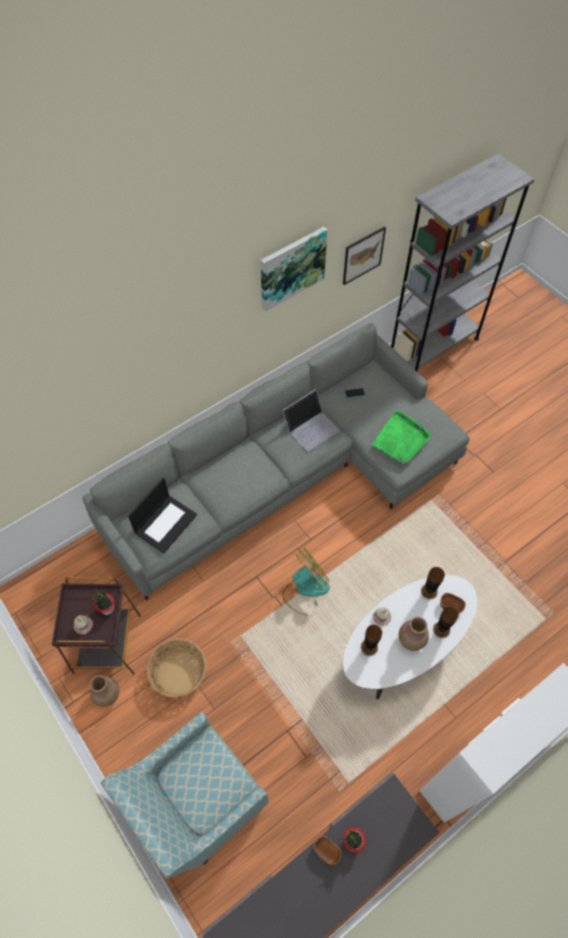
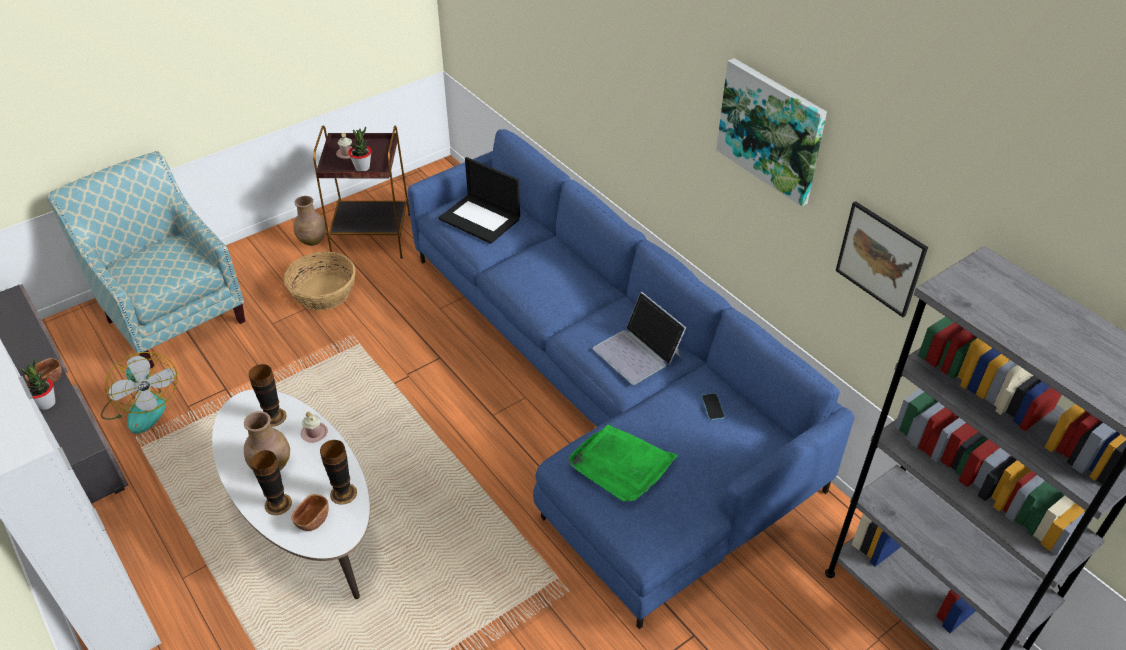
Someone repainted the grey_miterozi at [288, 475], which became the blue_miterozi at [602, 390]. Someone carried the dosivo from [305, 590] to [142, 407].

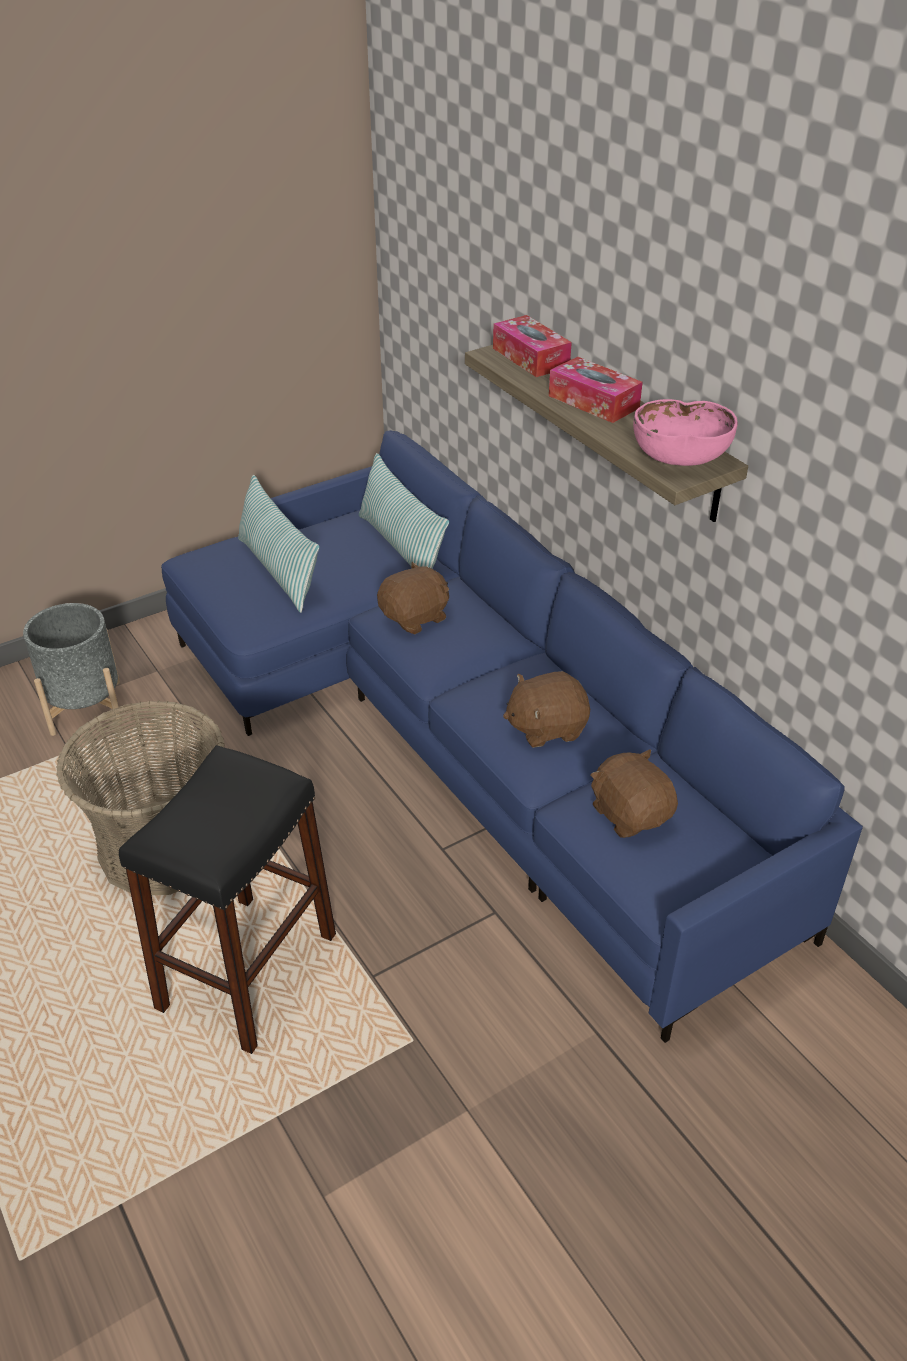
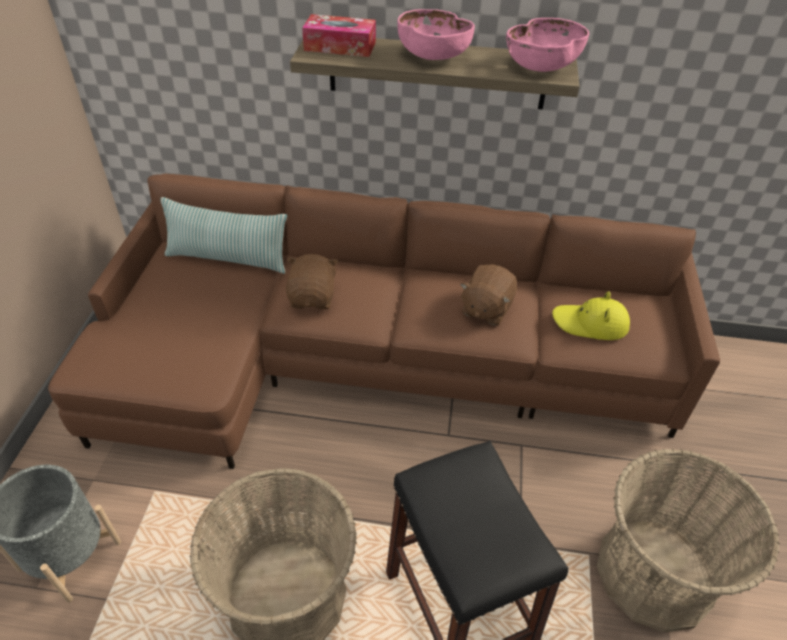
Someone swapped the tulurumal at [593, 402] for the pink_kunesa at [432, 56]. Someone repainted the blue_miterozi at [464, 739], which became the brown_miterozi at [369, 362]. Someone took away the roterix at [279, 571]. Someone swapped the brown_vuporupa at [630, 814] for the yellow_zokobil at [590, 323]. Someone put down the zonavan at [655, 573].

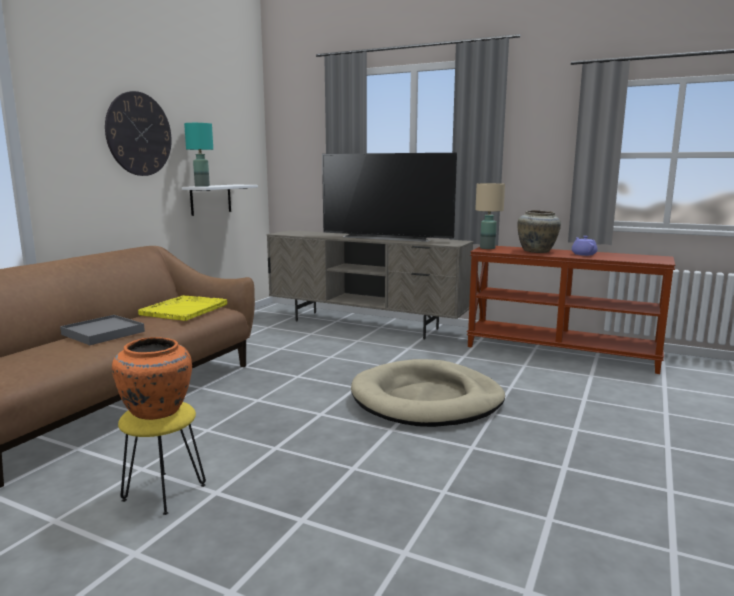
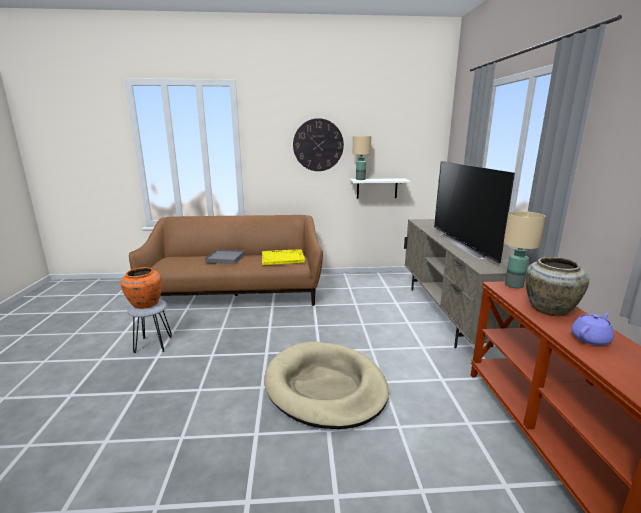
Someone repainted the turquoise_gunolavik at [201, 186], which became the beige_gunolavik at [360, 179]. Someone repainted the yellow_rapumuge at [164, 492], which became the grey_rapumuge at [153, 344].

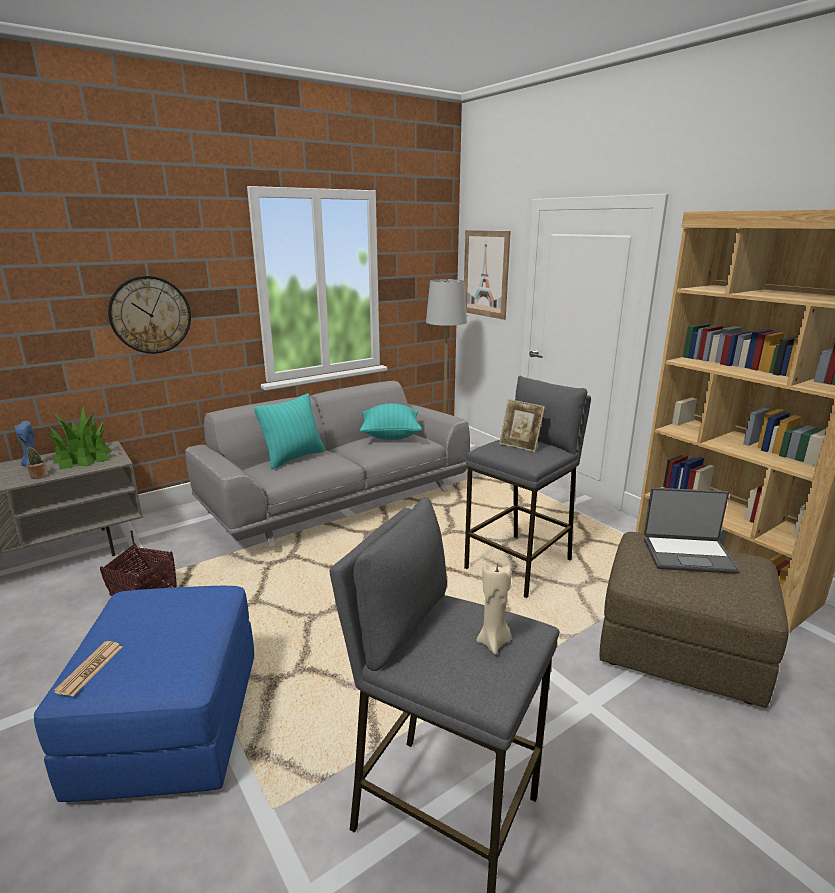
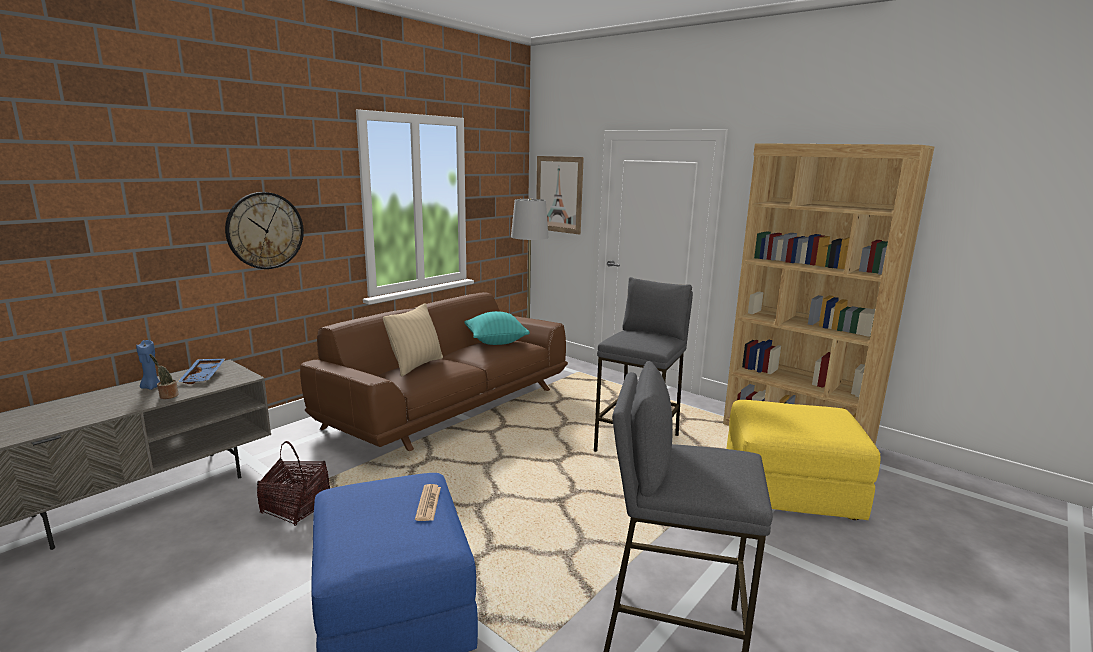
Someone repainted the grey_miterozi at [337, 501], which became the brown_miterozi at [447, 408]. Someone repainted the turquoise_roterix at [293, 458], which became the beige_roterix at [416, 365]. Someone took away the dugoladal at [520, 446]. Someone swapped the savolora at [83, 457] for the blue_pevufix at [204, 376]. Someone took away the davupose at [687, 555]. Someone repainted the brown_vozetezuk at [680, 649], which became the yellow_vozetezuk at [790, 490]. Someone took away the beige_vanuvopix at [494, 642]. Someone carried the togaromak from [90, 668] to [428, 503].

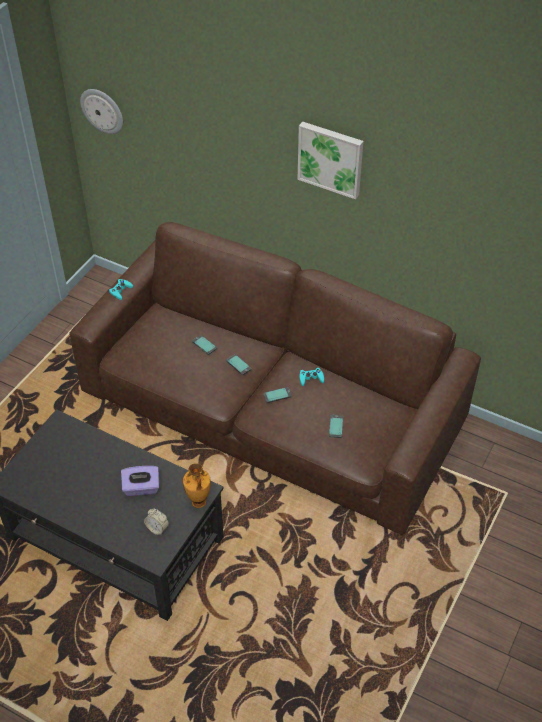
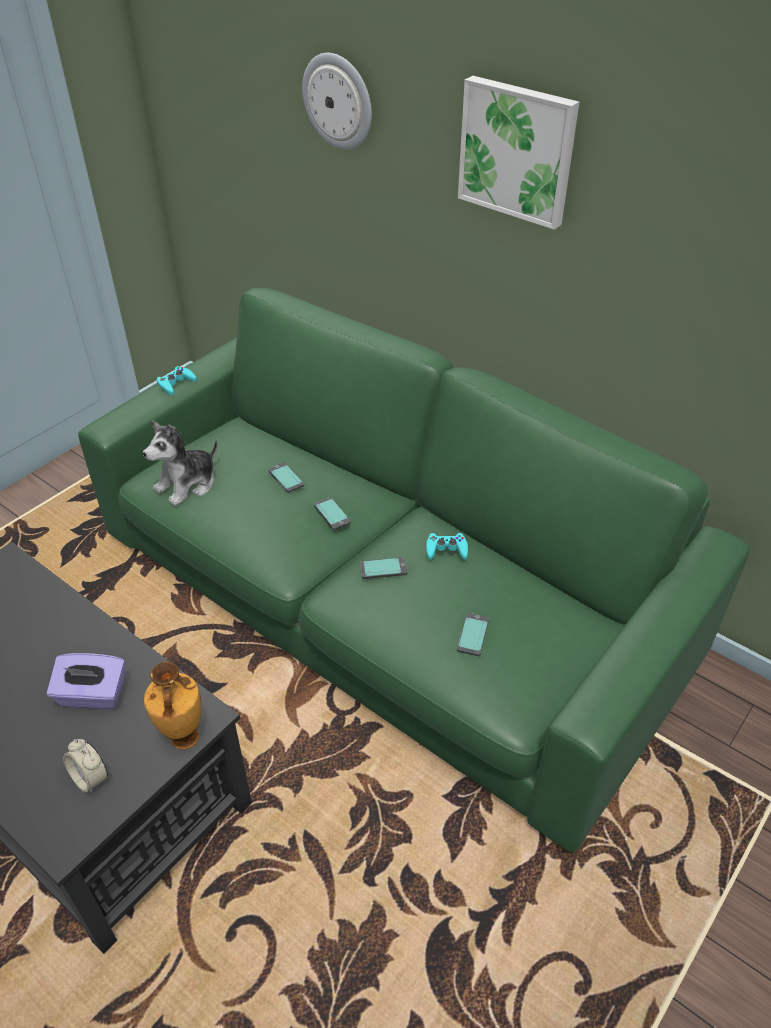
Someone carried the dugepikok from [102, 110] to [338, 101]. Someone repainted the brown_miterozi at [271, 407], which became the green_miterozi at [386, 596]. Someone put down the vuporupa at [187, 484].

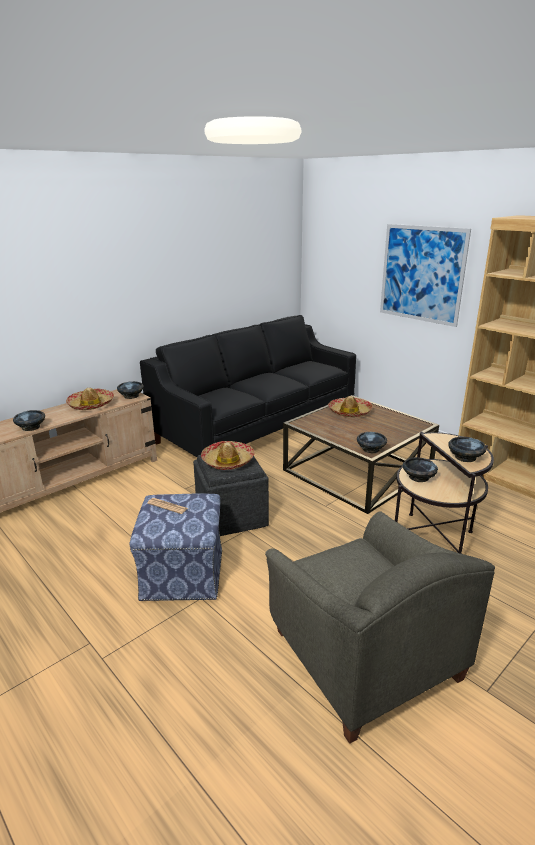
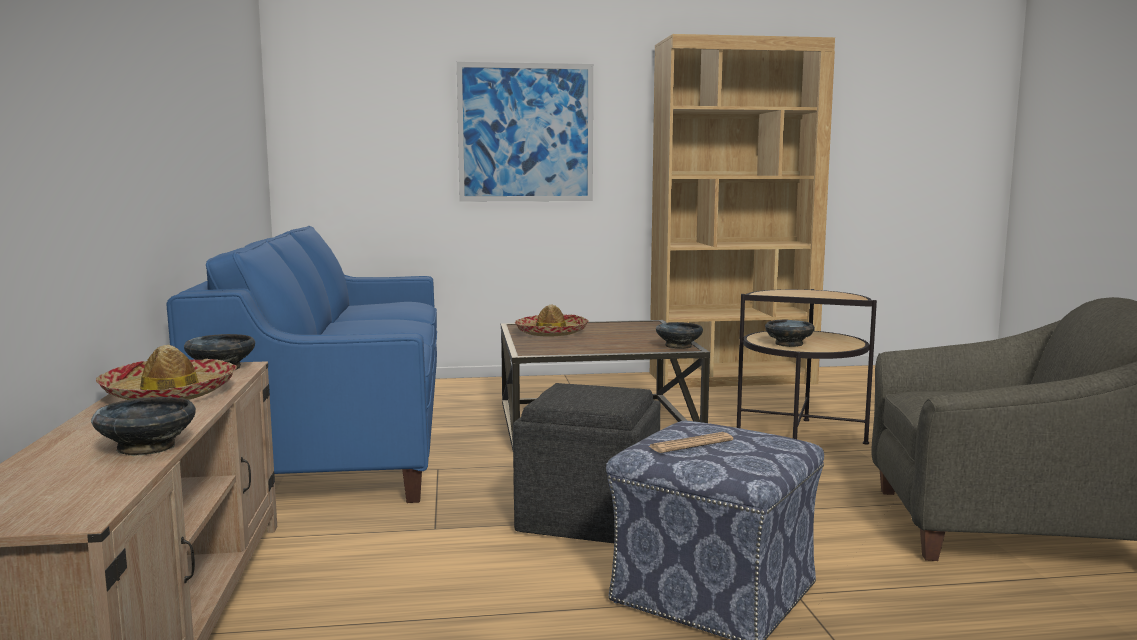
Someone repainted the black_miterozi at [257, 426], which became the blue_miterozi at [341, 433]. Someone took away the black_kunesa at [465, 457]. Someone took away the zokobil at [228, 461].

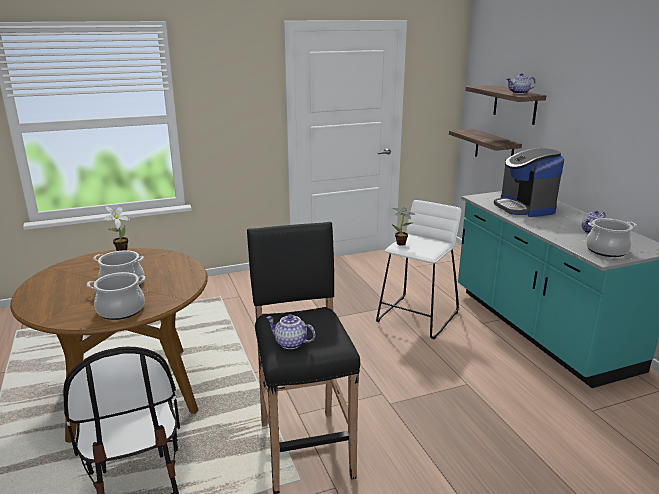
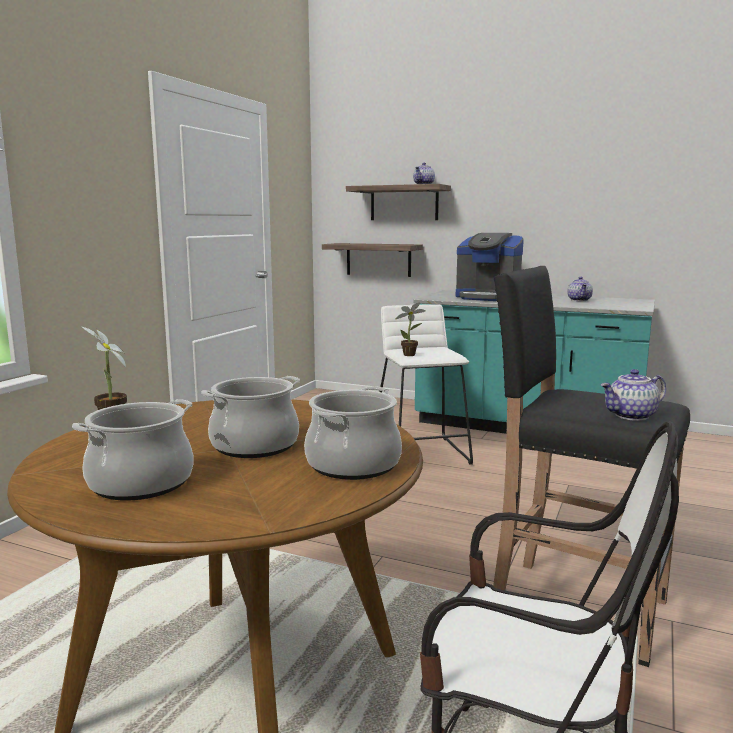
Someone carried the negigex from [606, 250] to [141, 483].

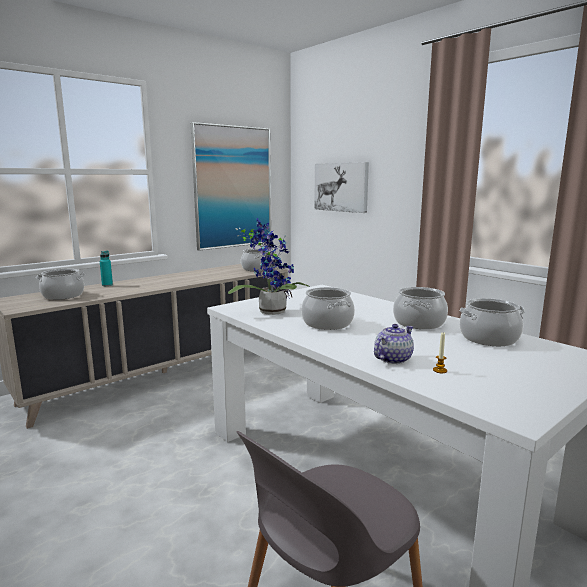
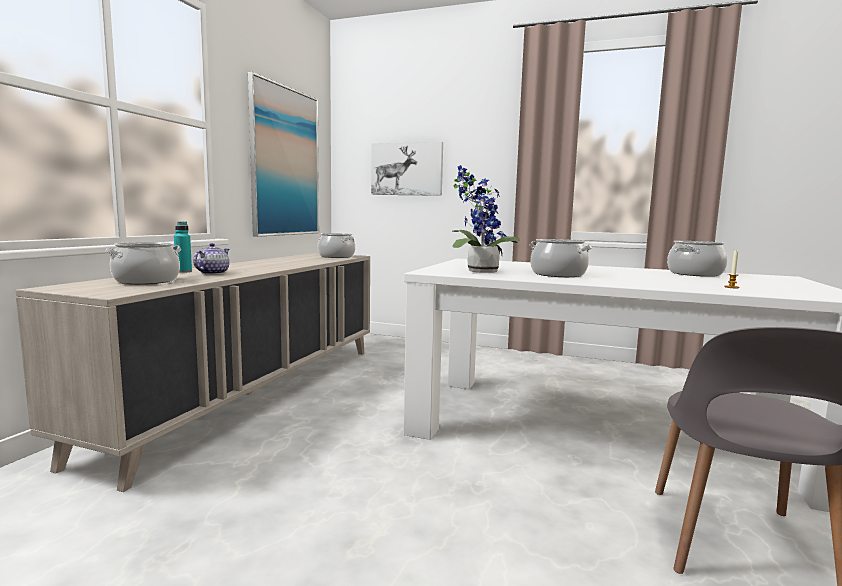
Someone took away the negigex at [419, 323]. Someone carried the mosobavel from [392, 359] to [212, 273].

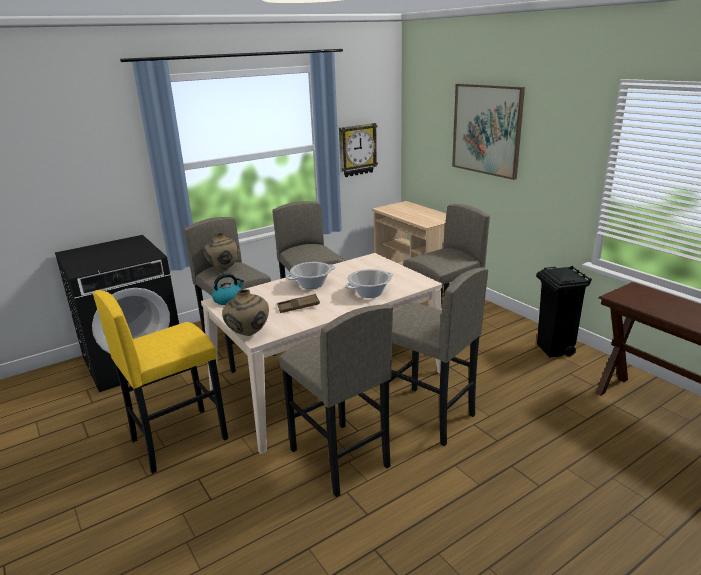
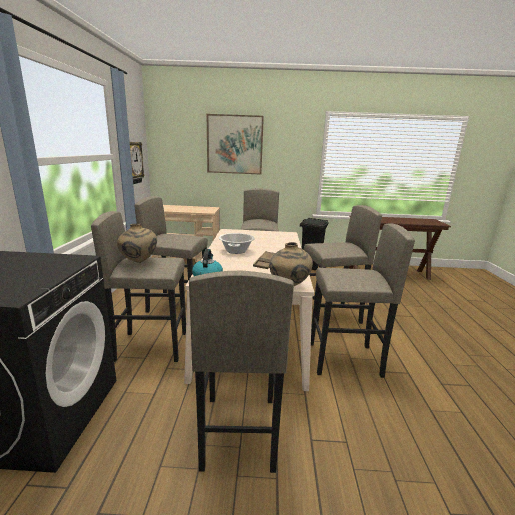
Someone took away the negigex at [369, 293]. Someone repainted the yellow_rapumuge at [179, 439], which became the grey_rapumuge at [238, 432].

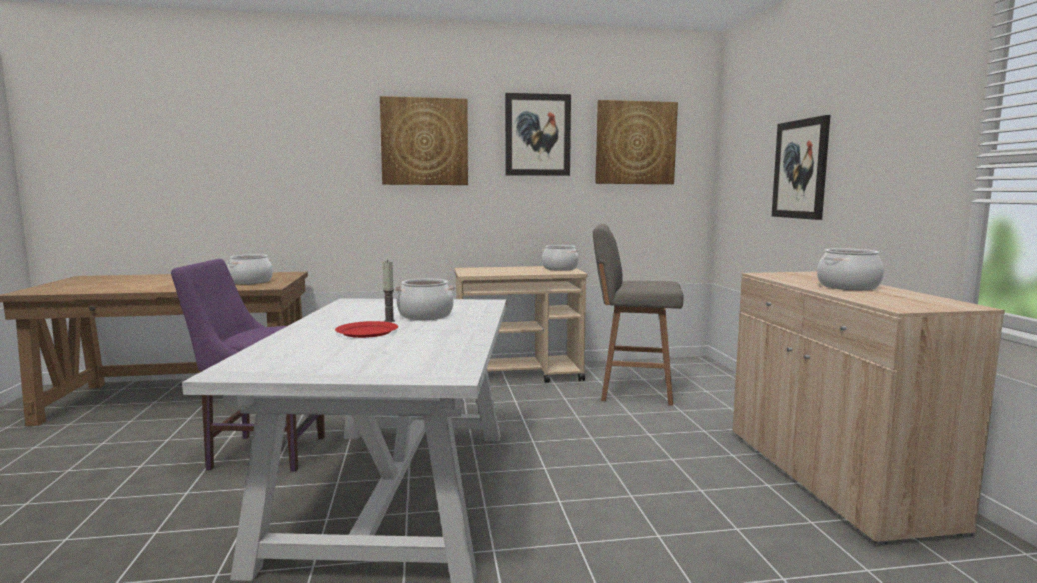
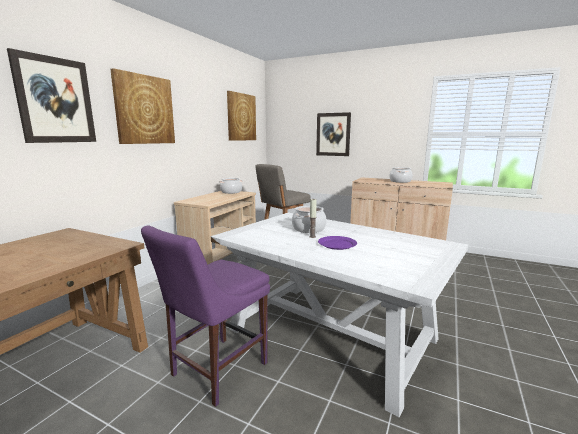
Someone carried the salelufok from [537, 135] to [55, 100]. Someone took away the negigex at [250, 282]. Someone repainted the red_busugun at [367, 332], which became the purple_busugun at [337, 244].

